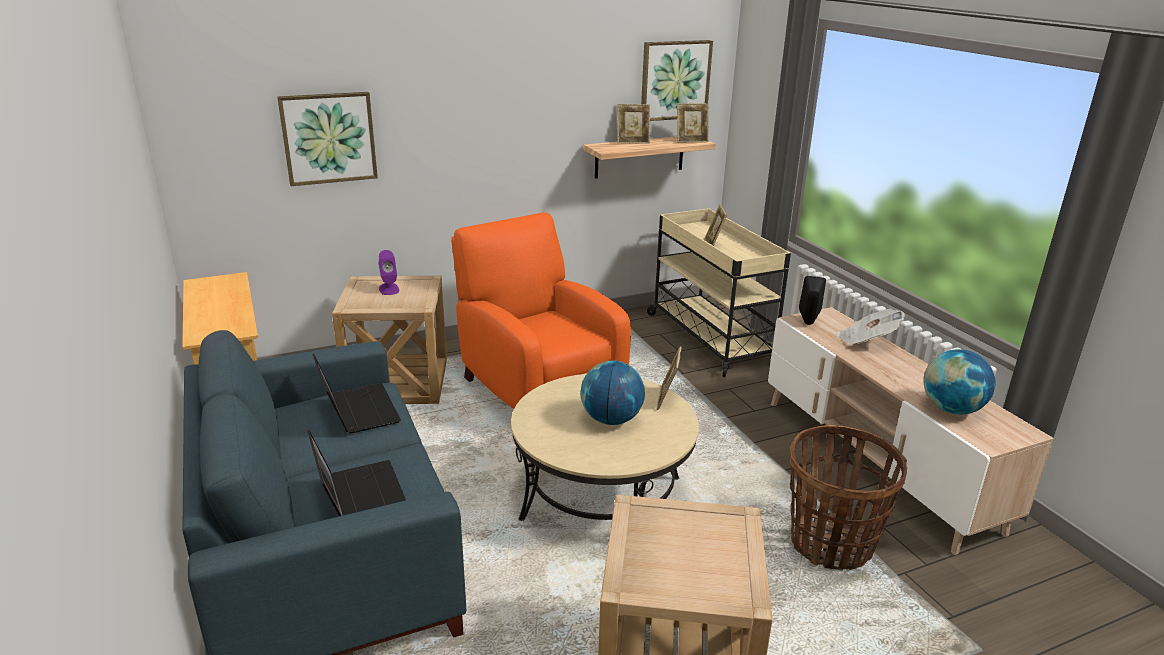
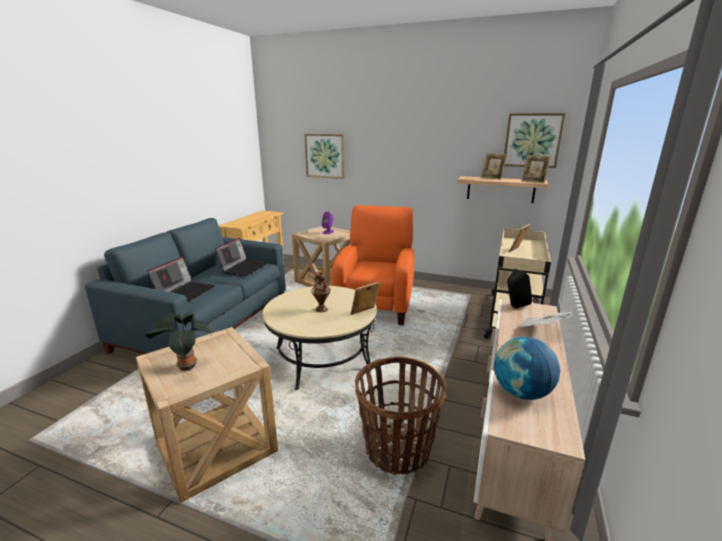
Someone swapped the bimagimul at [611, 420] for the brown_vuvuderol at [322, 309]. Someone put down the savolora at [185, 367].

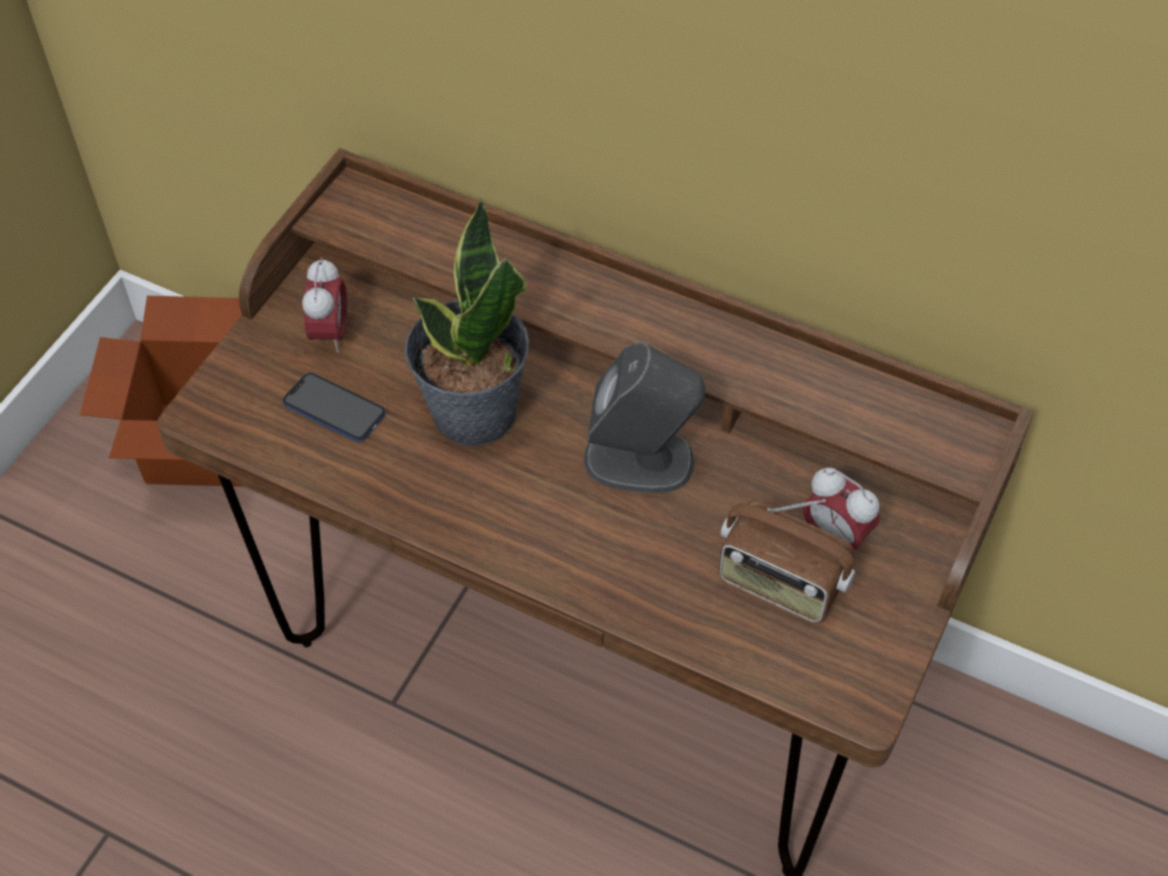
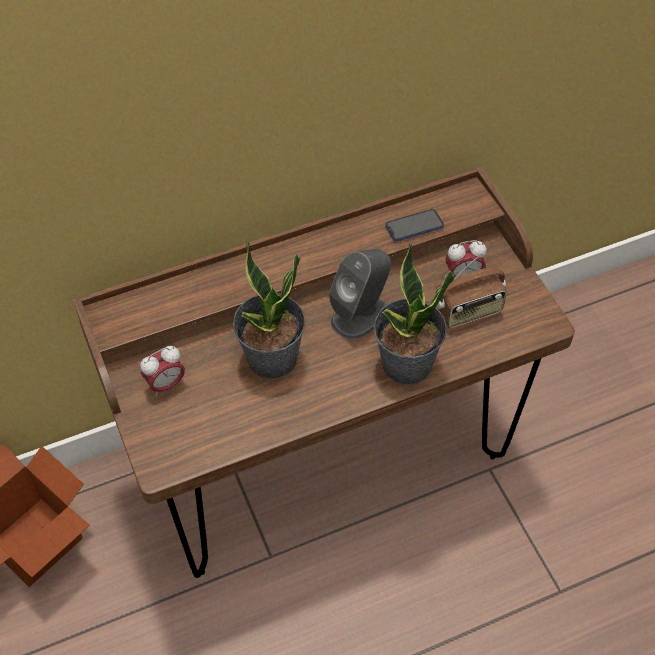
Someone rotated the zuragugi at [330, 333] by 105 degrees clockwise. Someone carried the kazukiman from [334, 409] to [414, 226]. Someone put down the savolora at [406, 364].

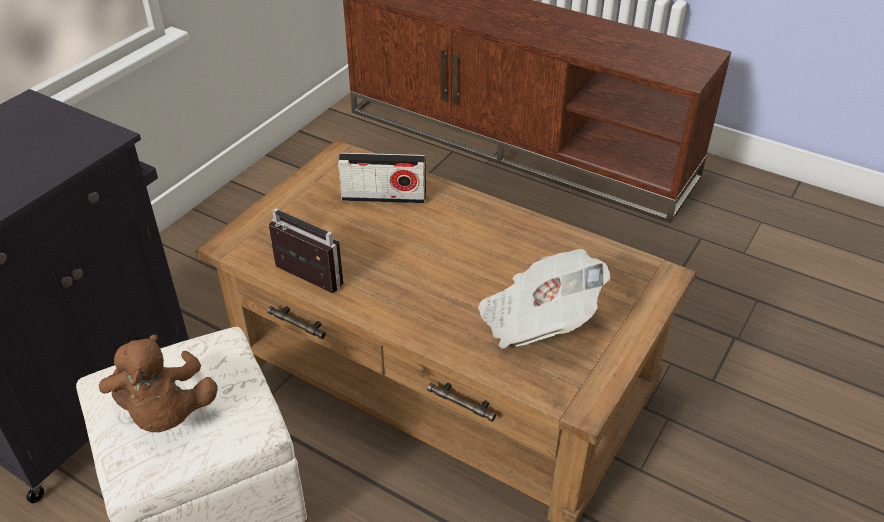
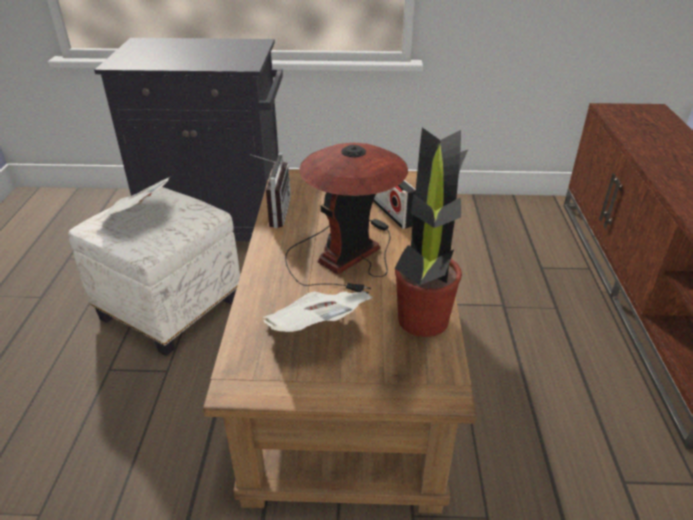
Someone swapped the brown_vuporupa at [166, 413] for the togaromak at [138, 217]. Someone put down the savolora at [423, 317]. Someone put down the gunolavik at [346, 254].

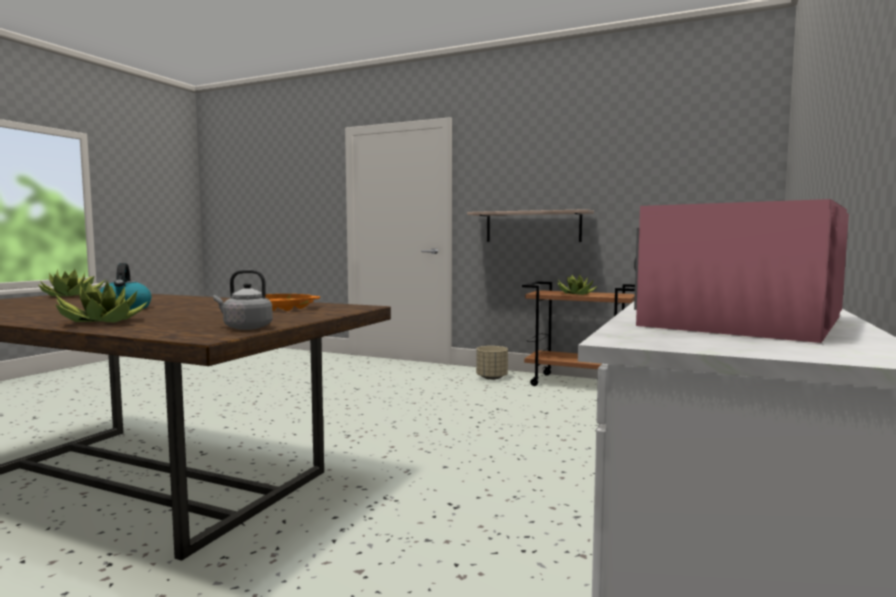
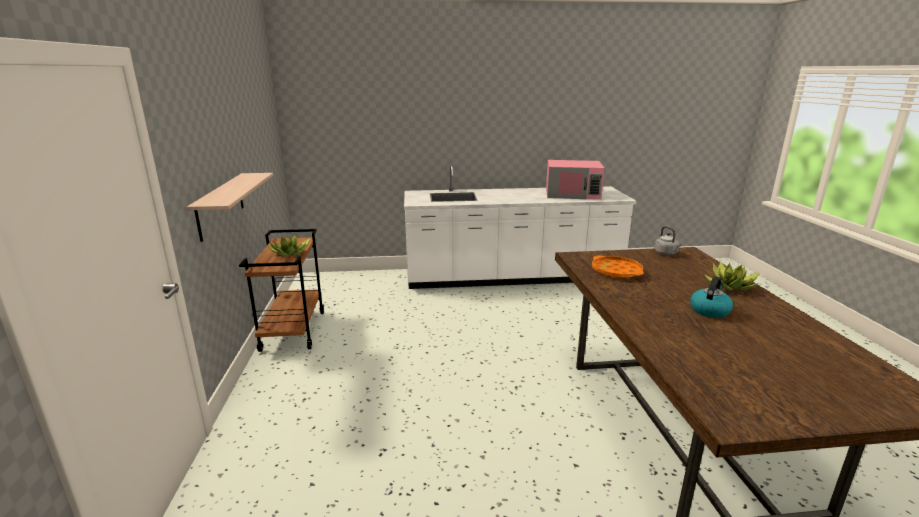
Someone took away the savolora at [71, 295]. Someone took away the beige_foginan at [491, 378].

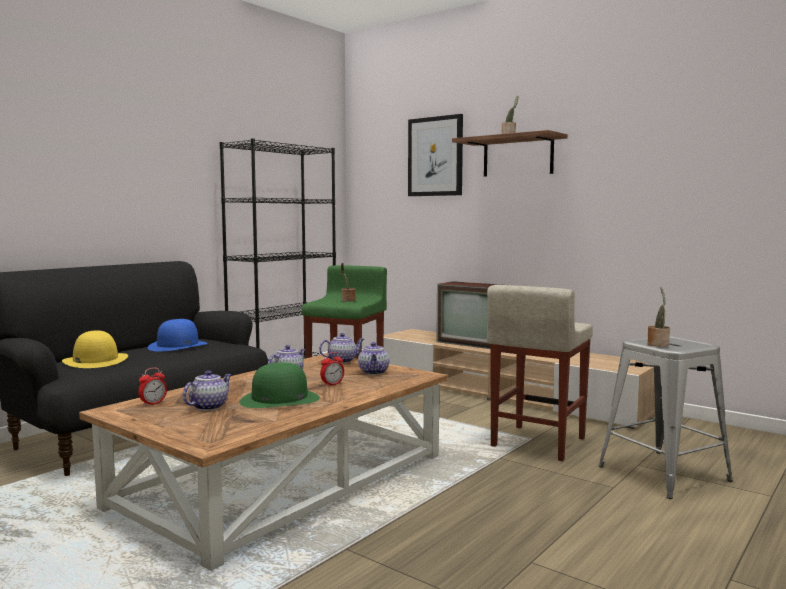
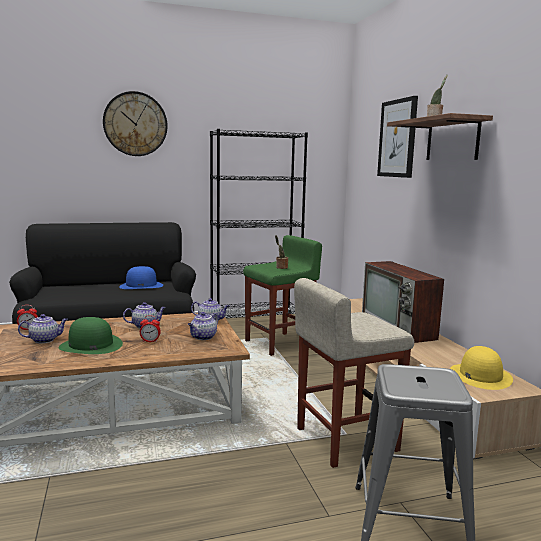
Someone took away the savolora at [658, 344]. Someone carried the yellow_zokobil from [95, 361] to [480, 376]. Someone put up the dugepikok at [135, 124].

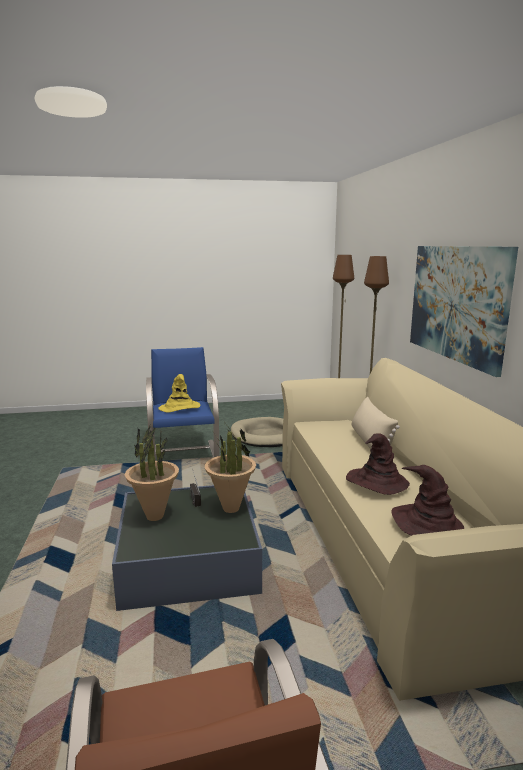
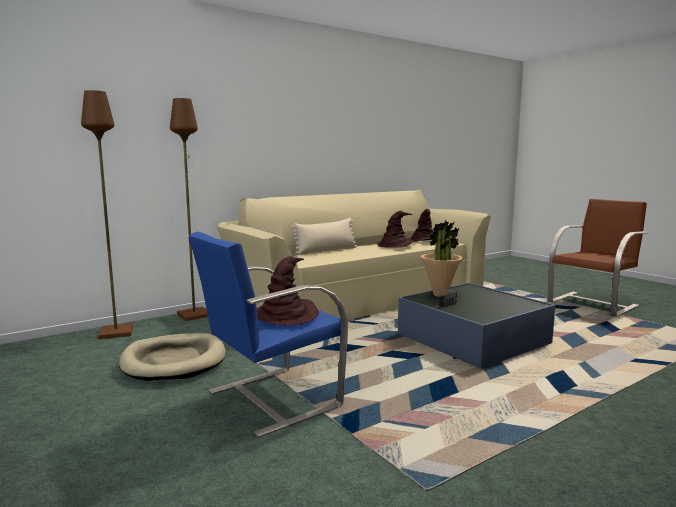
Someone took away the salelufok at [456, 303]. Someone repainted the yellow_zokobil at [179, 407], which became the brown_zokobil at [286, 315]. Someone took away the savolora at [154, 516].

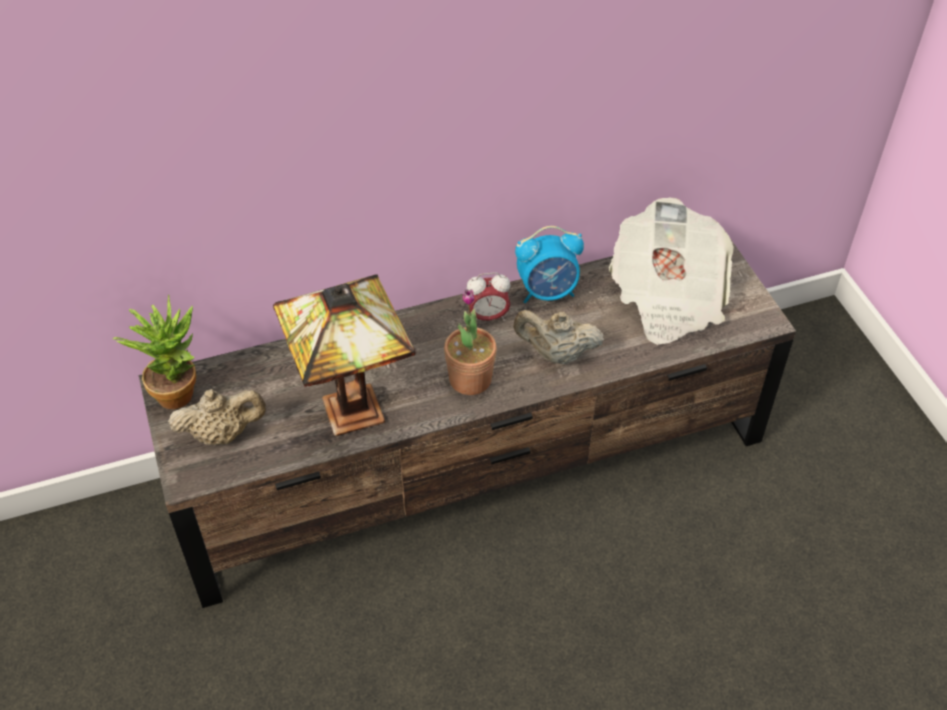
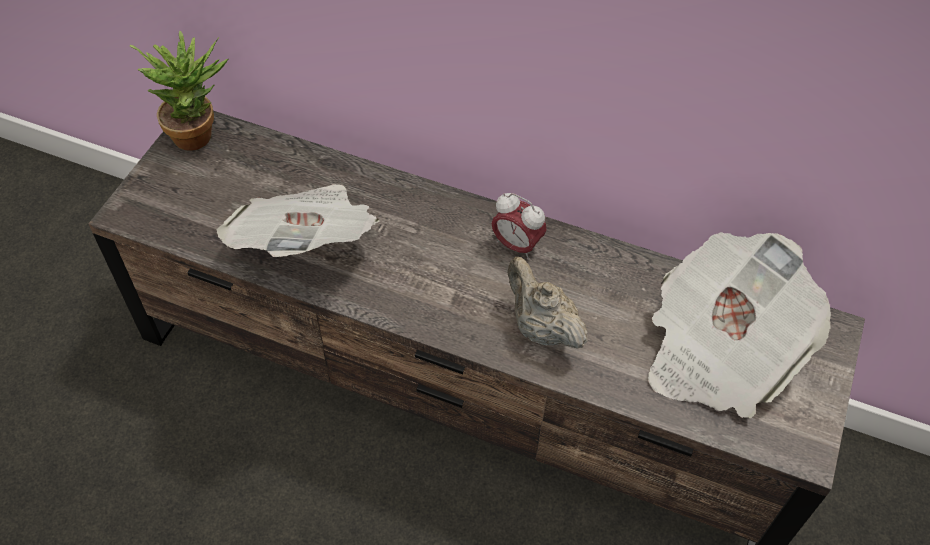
Someone took away the zuragugi at [548, 292]. Someone swapped the gunolavik at [349, 407] for the togaromak at [307, 243]. Someone took away the savolora at [470, 379]. Someone took away the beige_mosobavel at [222, 434].

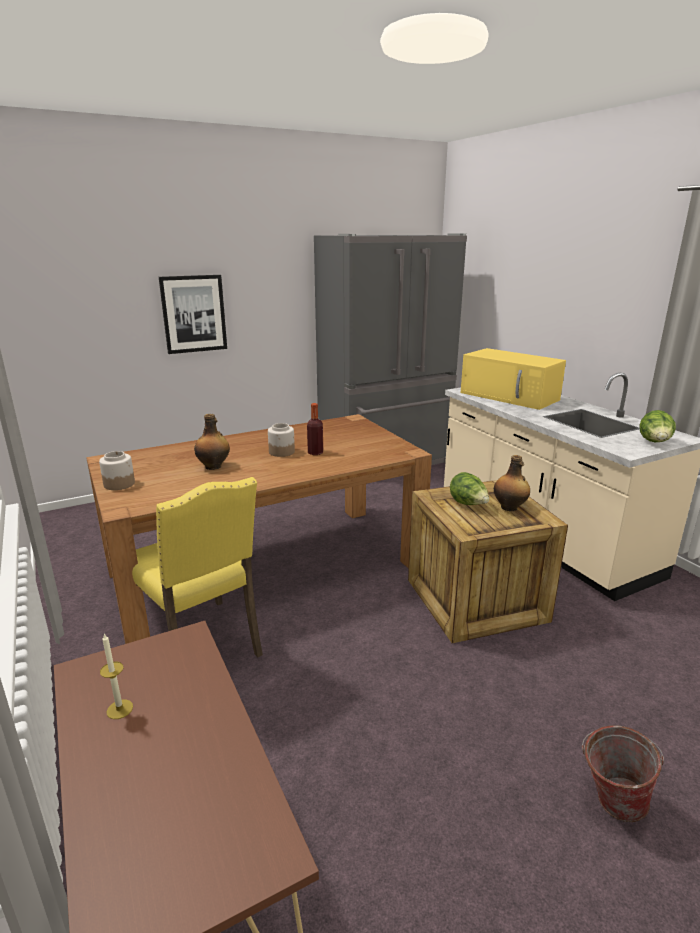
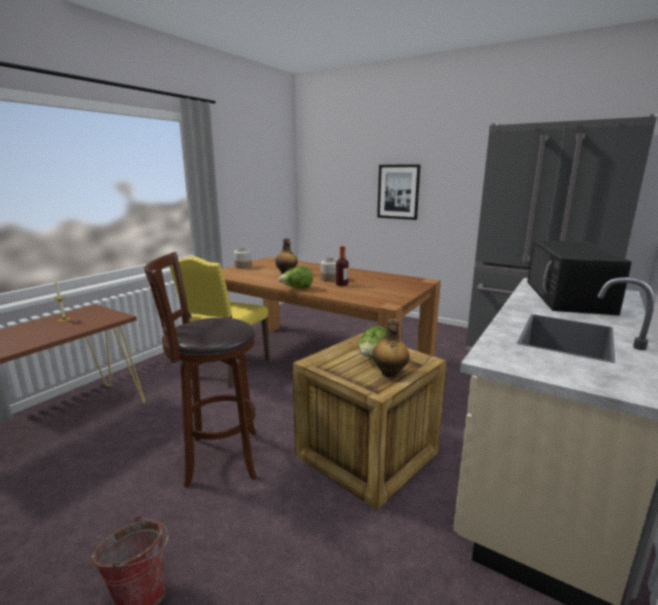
Someone repainted the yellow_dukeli at [510, 396], which became the black_dukeli at [568, 297]. Someone carried the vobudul from [654, 443] to [297, 289]. Someone put down the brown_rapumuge at [217, 458].

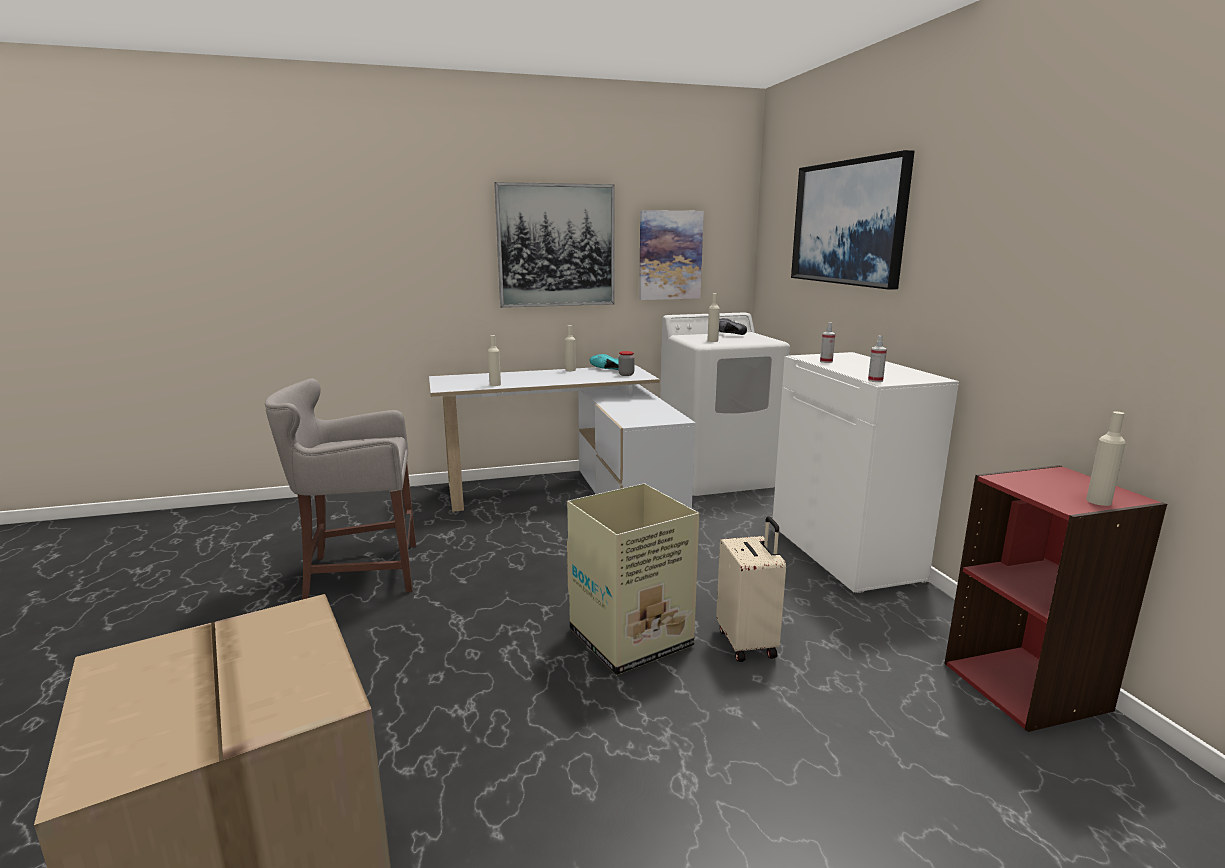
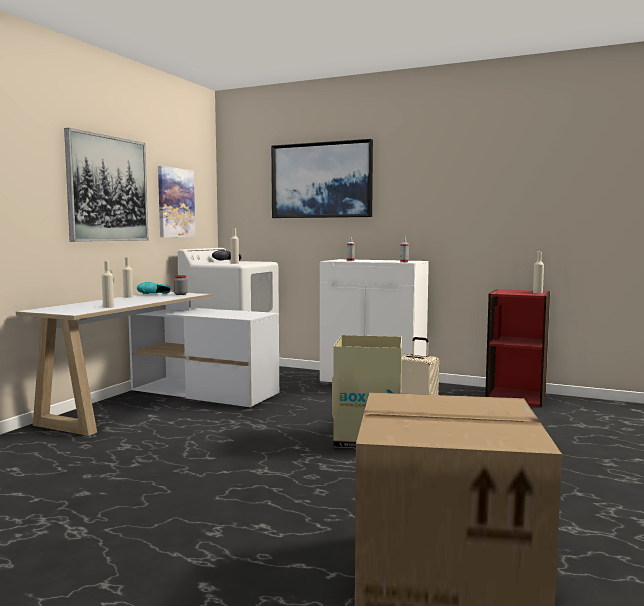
Someone took away the grey_rapumuge at [358, 572].

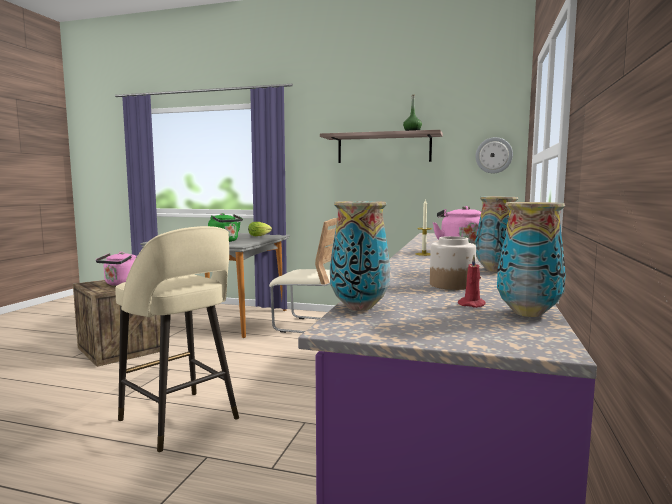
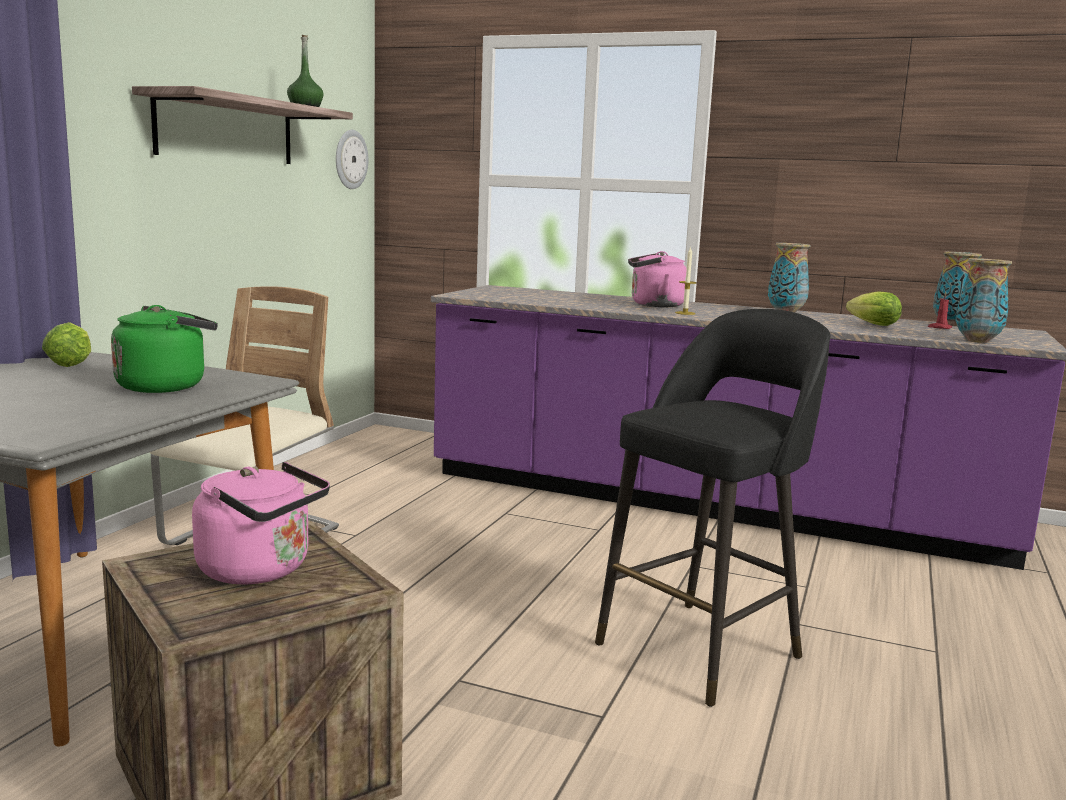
Someone repainted the beige_rapumuge at [180, 421], which became the black_rapumuge at [702, 648]. Someone swapped the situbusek at [451, 285] for the vobudul at [870, 324].

